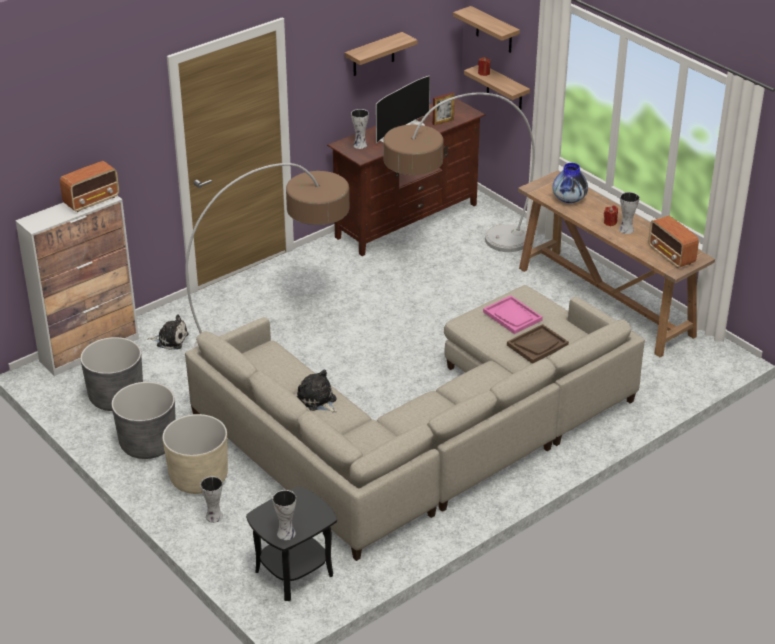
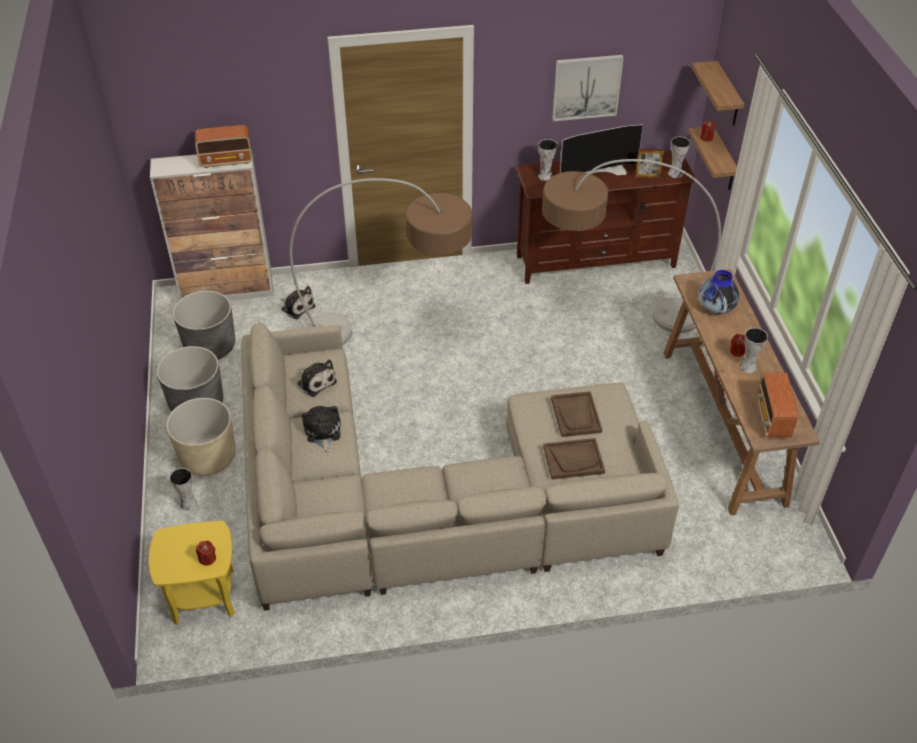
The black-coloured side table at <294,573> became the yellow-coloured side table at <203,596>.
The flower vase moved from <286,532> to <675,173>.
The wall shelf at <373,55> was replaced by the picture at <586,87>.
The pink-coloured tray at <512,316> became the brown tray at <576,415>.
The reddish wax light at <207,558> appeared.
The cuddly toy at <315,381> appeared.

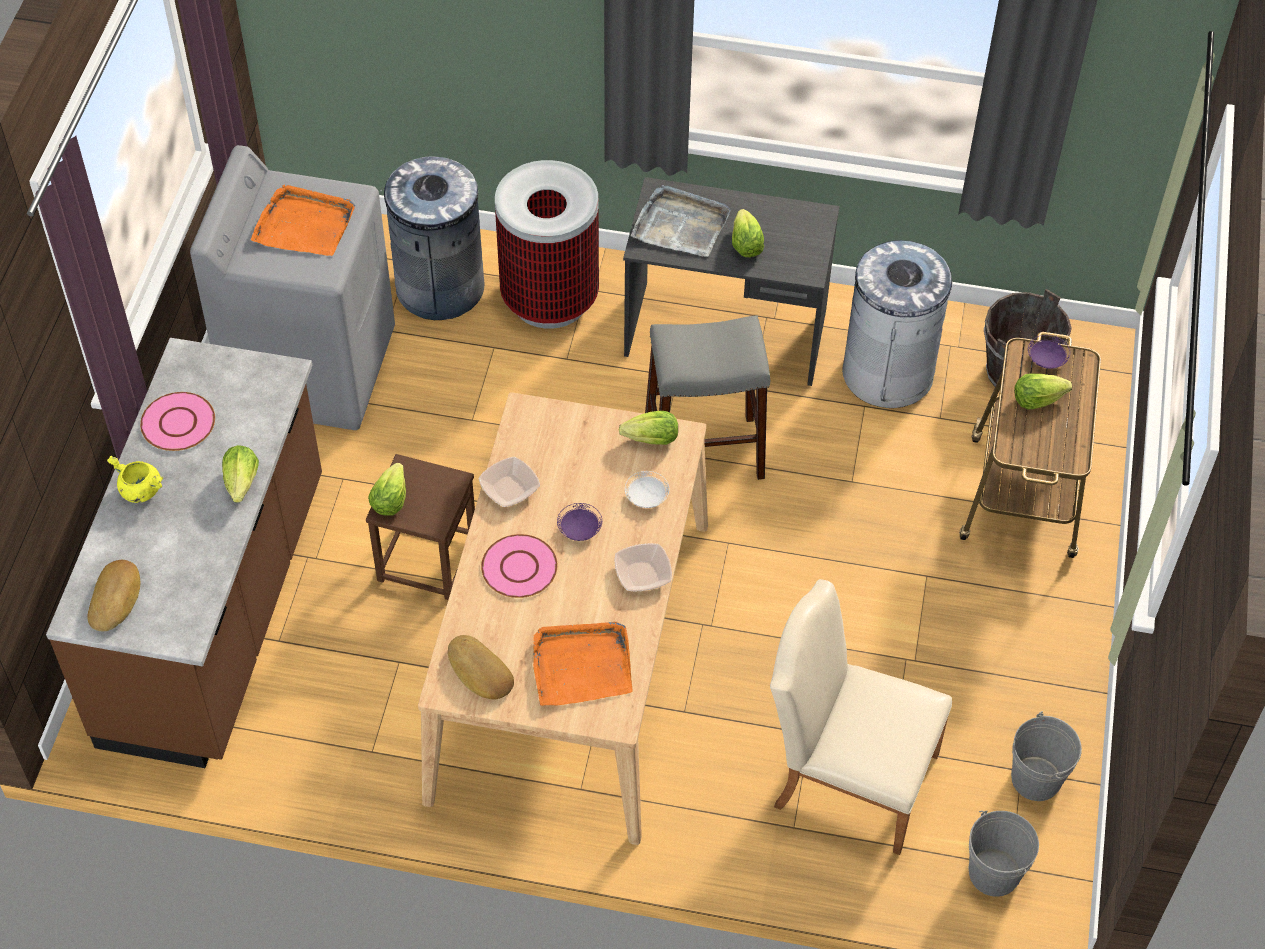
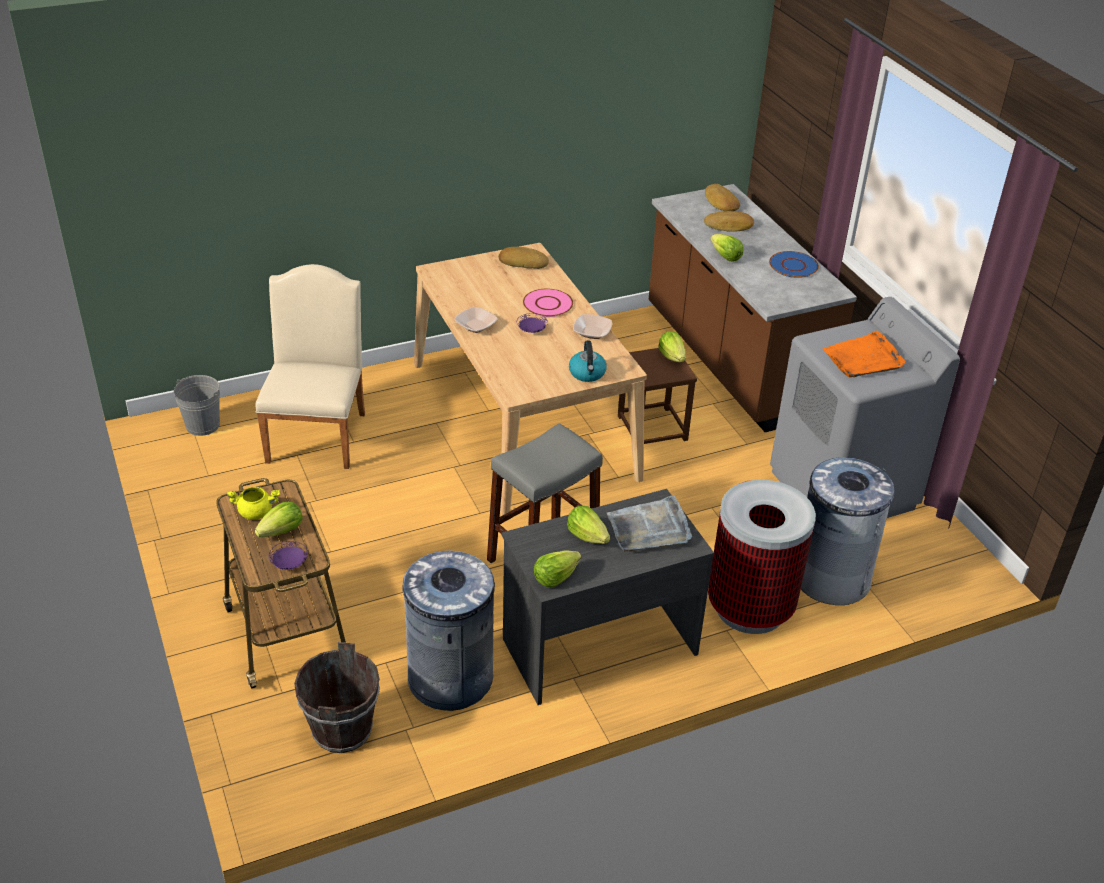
The yellow-coloured stockpot moved from <140,490> to <256,512>.
The pink-coloured plate at <177,423> became the blue plate at <793,265>.
The orange tray at <581,666> disappeared.
The head of lettuce moved from <652,439> to <555,577>.
The white-coloured plate at <646,497> disappeared.
The sand-coloured upright chair at <845,775> turned 75 degrees counterclockwise.
The grey water bucket at <1036,779> disappeared.
The kettle at <587,373> appeared.
The baked bread at <729,226> appeared.

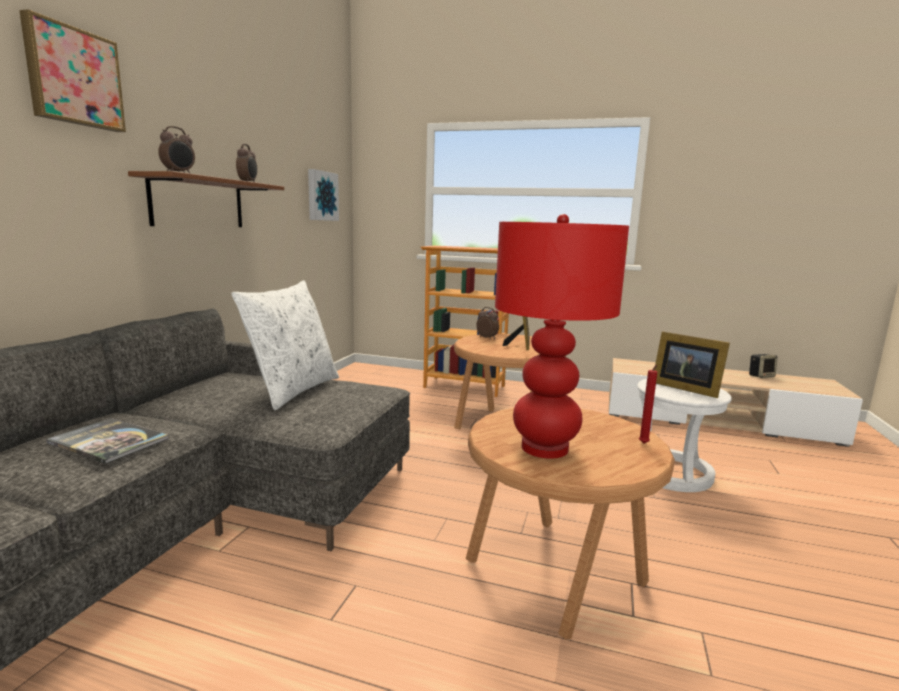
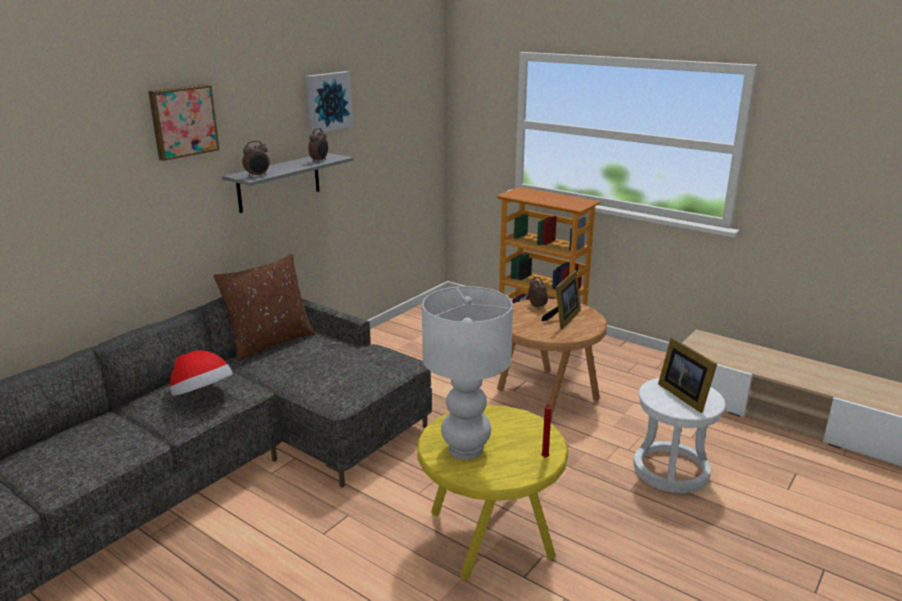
The book at <109,441> was replaced by the wearable hat at <202,395>.
The brown wall shelf at <198,203> became the grey wall shelf at <279,182>.
The white-coloured cushion at <293,390> disappeared.
The picture moved from <321,196> to <327,101>.
The brown side table at <556,575> became the yellow-coloured side table at <490,537>.
The reddish table lamp at <545,448> became the white-coloured table lamp at <466,450>.
The audio speaker at <761,376> disappeared.
The brown cushion at <270,342> appeared.

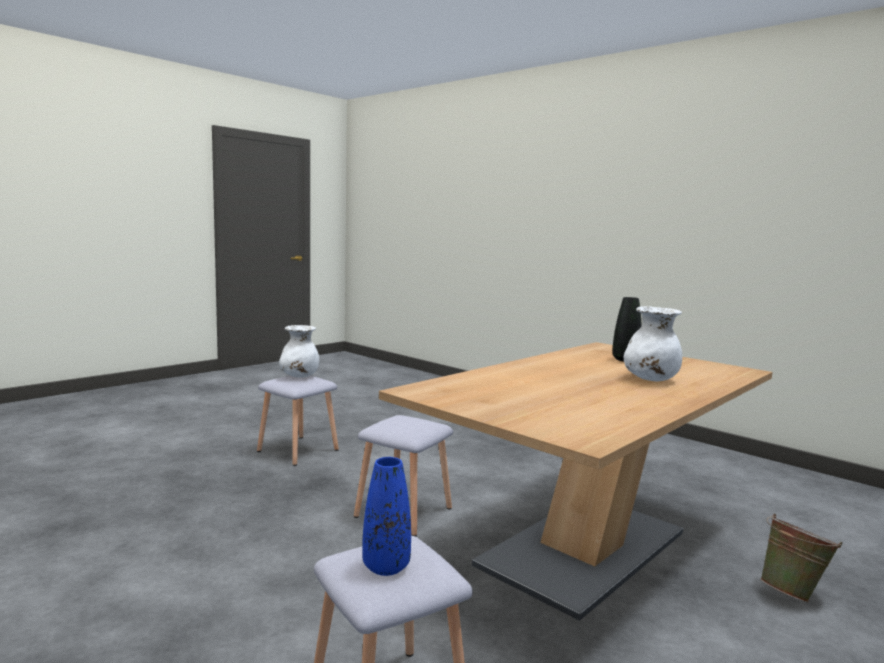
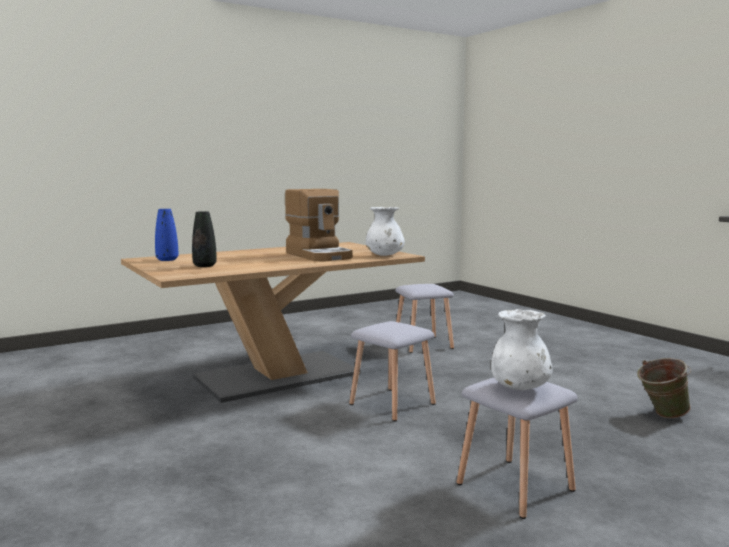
The blue flower vase moved from <386,567> to <167,260>.
The white-coloured flower vase moved from <650,380> to <385,255>.
The green-coloured water bucket moved from <793,593> to <661,415>.
The coffee machine at <320,255> appeared.

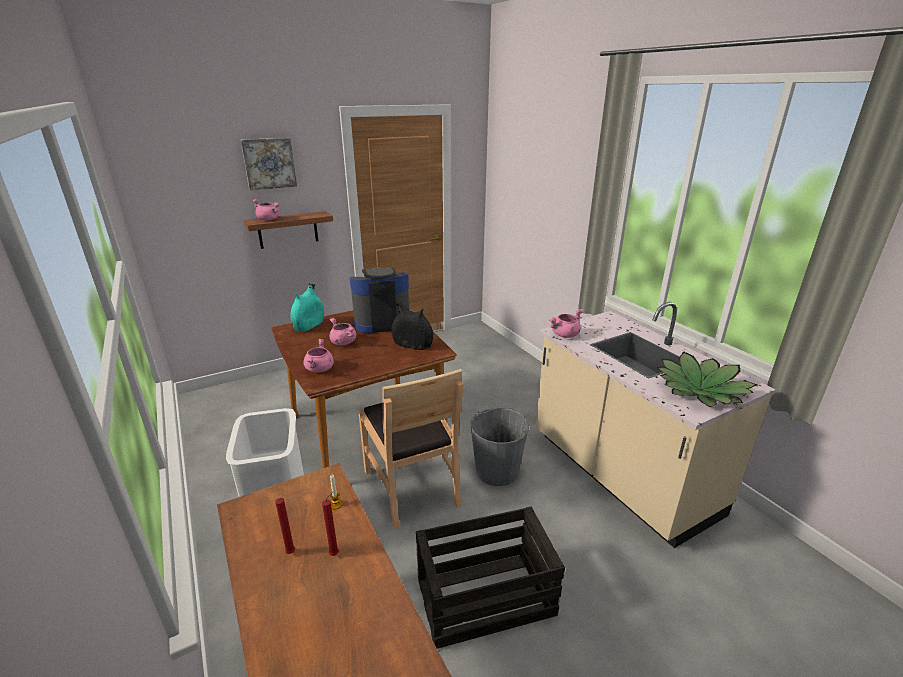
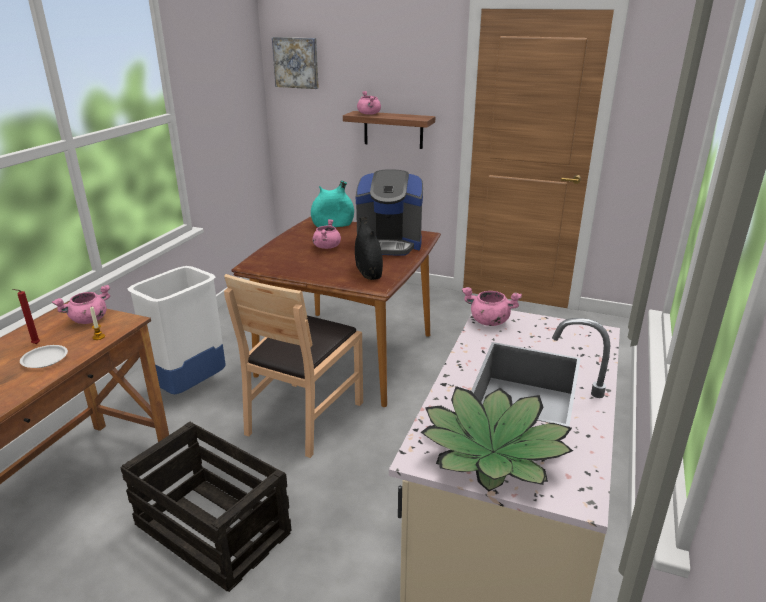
The picture moved from <269,163> to <296,62>.
The pink-coloured stockpot moved from <320,369> to <88,320>.
The reddish wax light at <335,553> was replaced by the white-coloured plate at <45,359>.
The coffee machine at <381,322> turned 150 degrees clockwise.
The grey water bucket at <497,470> disappeared.

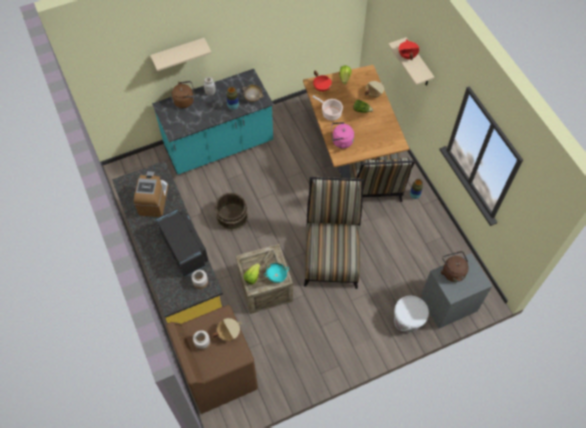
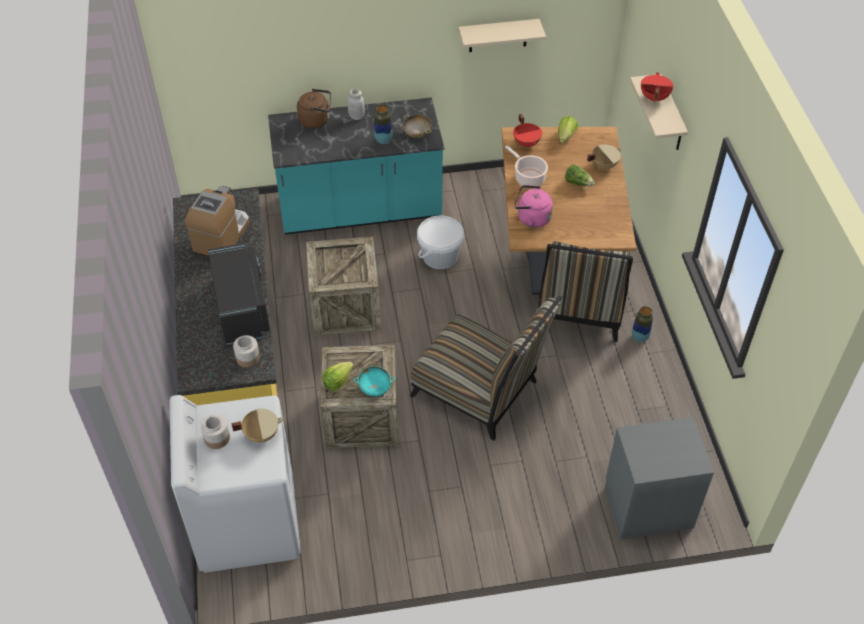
The sand-coloured wall shelf moved from <178,53> to <498,35>.
The brown washing machine at <218,375> became the white-coloured washing machine at <247,523>.
The brown water bucket at <231,216> was replaced by the shipping crate at <345,307>.
The upright chair at <331,254> turned 105 degrees clockwise.
The white-coloured water bucket moved from <408,320> to <440,256>.
The brown kettle at <452,271> disappeared.

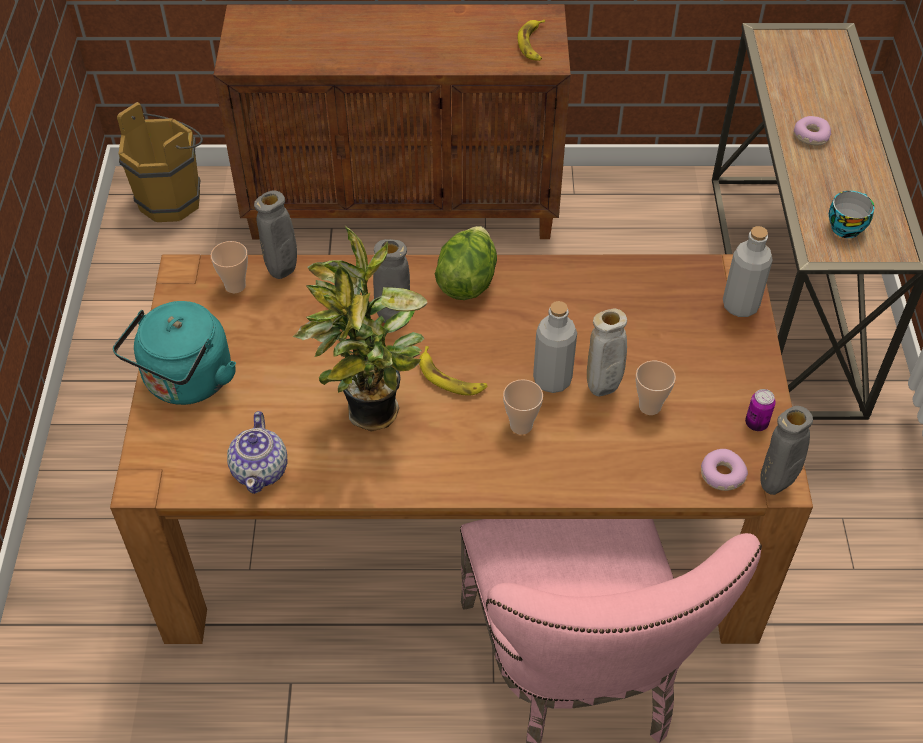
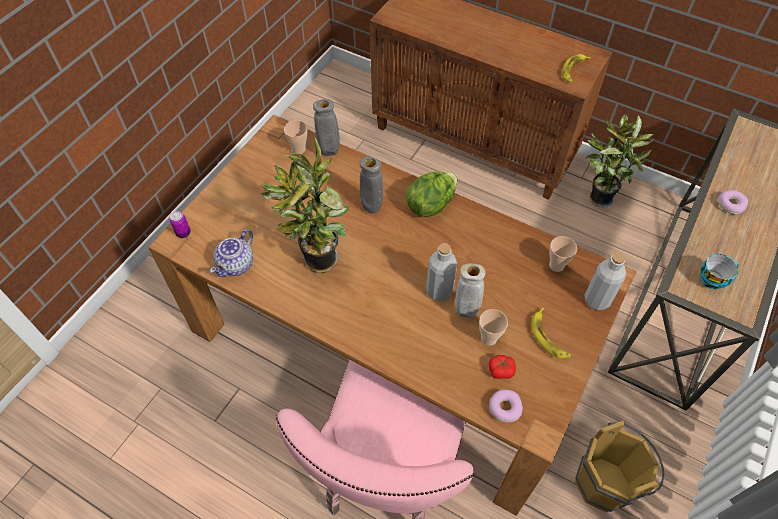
The turquoise-coloured kettle at <186,382> disappeared.
The brown water bucket moved from <174,198> to <607,482>.
The banana fruit moved from <450,377> to <548,337>.
The drinking cup moved from <521,425> to <556,265>.
The can moved from <756,423> to <183,233>.
The grey flower vase at <774,487> disappeared.
The tomato at <501,370> appeared.
The plant in a pot at <598,196> appeared.

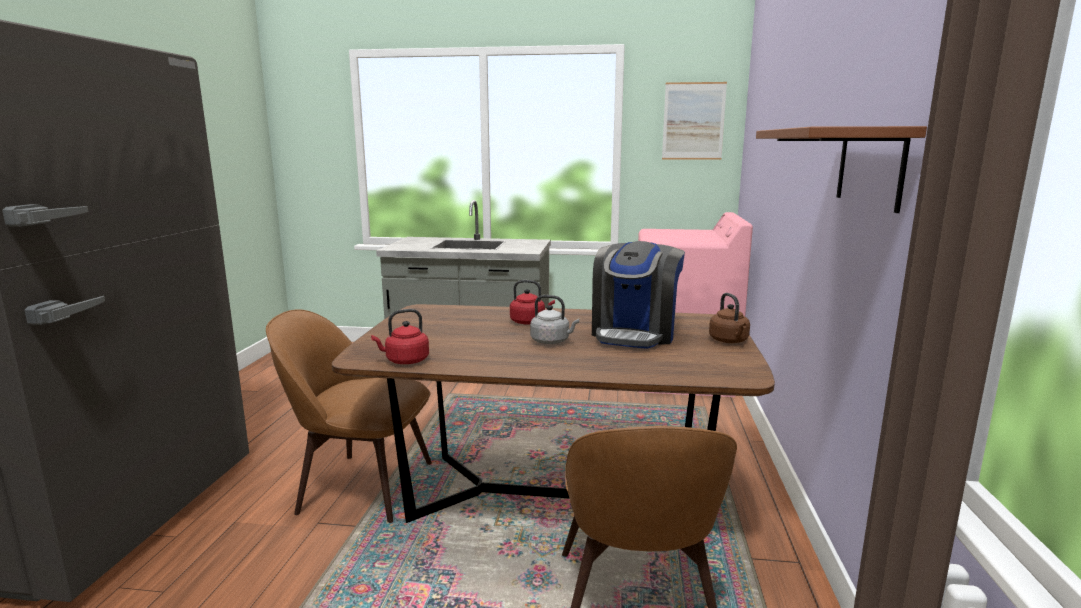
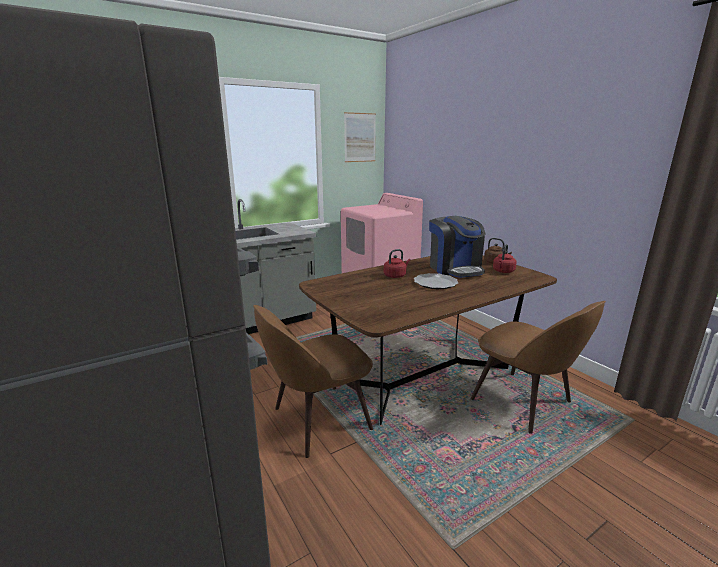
The reddish kettle moved from <405,361> to <503,271>.
The grey kettle at <552,341> was replaced by the plate at <435,283>.
The brown wall shelf at <870,167> disappeared.

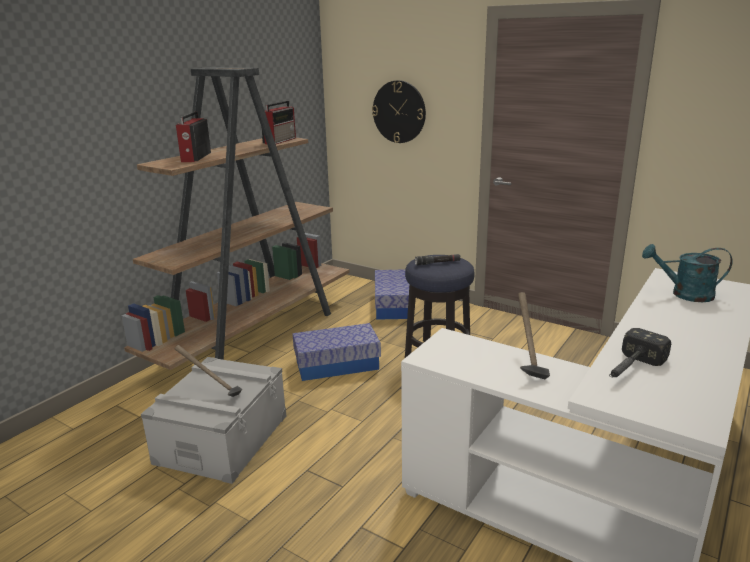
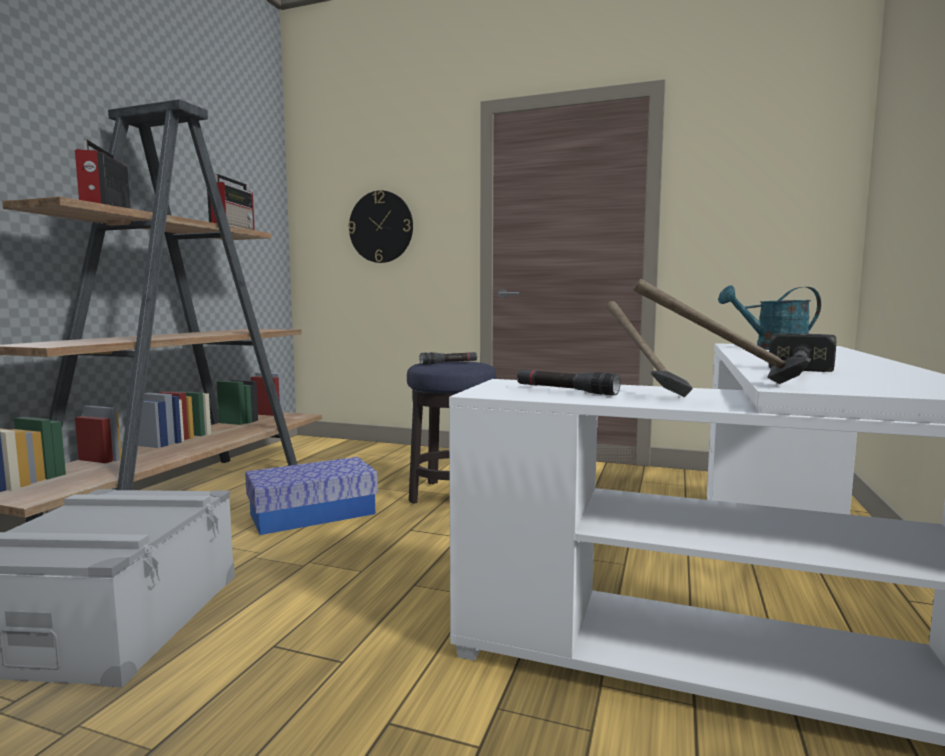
The hand hammer moved from <212,393> to <722,385>.
The storage bin at <393,305> disappeared.
The black-coloured flashlight at <565,390> appeared.

